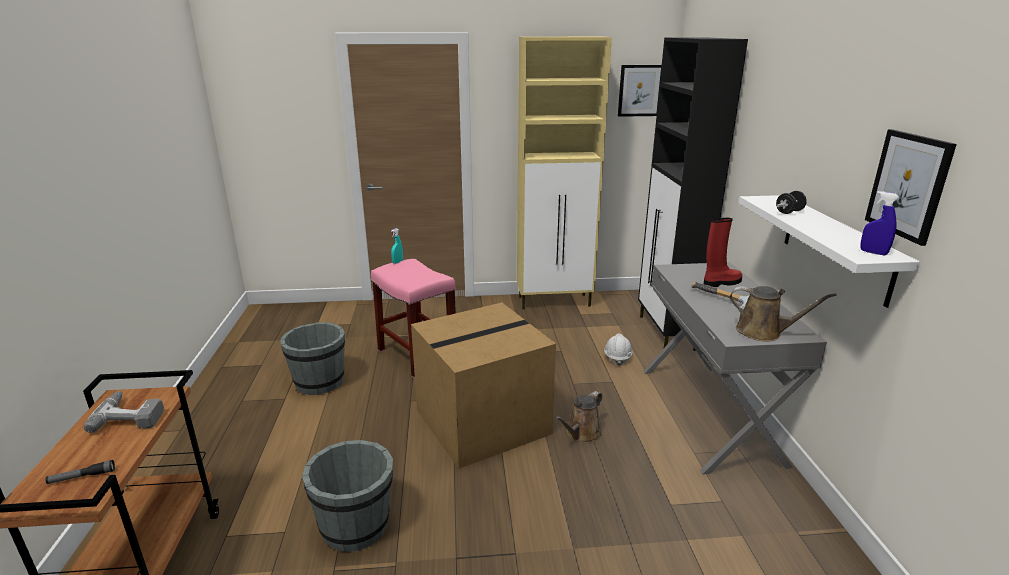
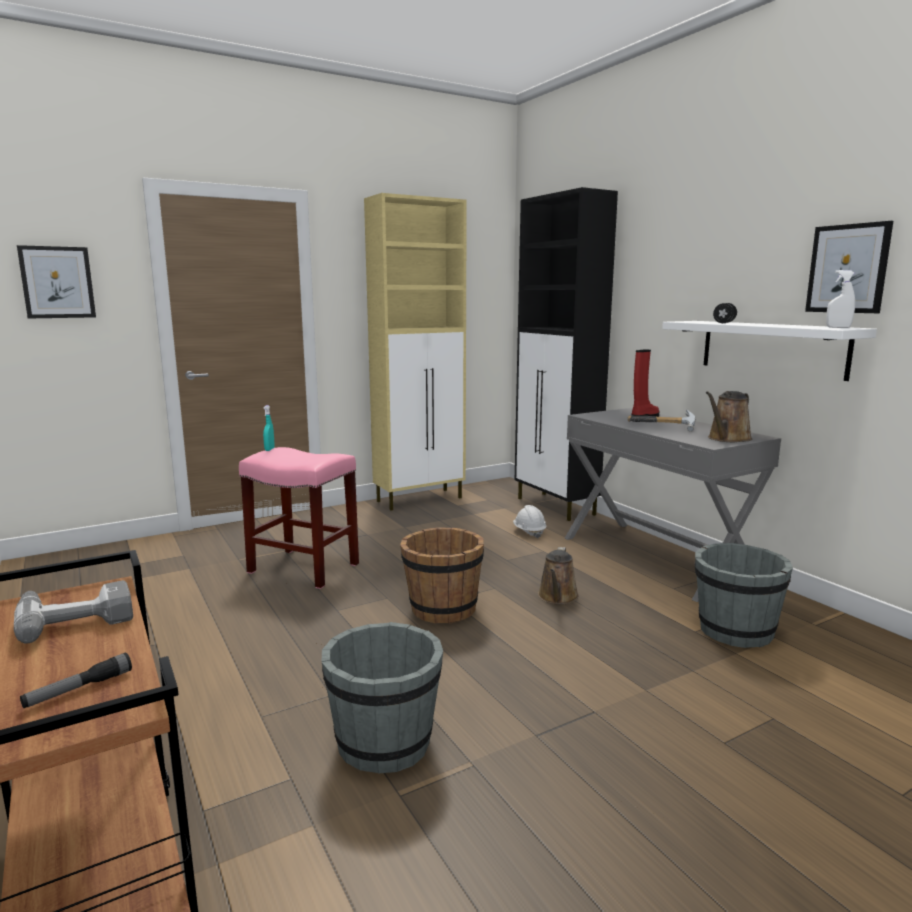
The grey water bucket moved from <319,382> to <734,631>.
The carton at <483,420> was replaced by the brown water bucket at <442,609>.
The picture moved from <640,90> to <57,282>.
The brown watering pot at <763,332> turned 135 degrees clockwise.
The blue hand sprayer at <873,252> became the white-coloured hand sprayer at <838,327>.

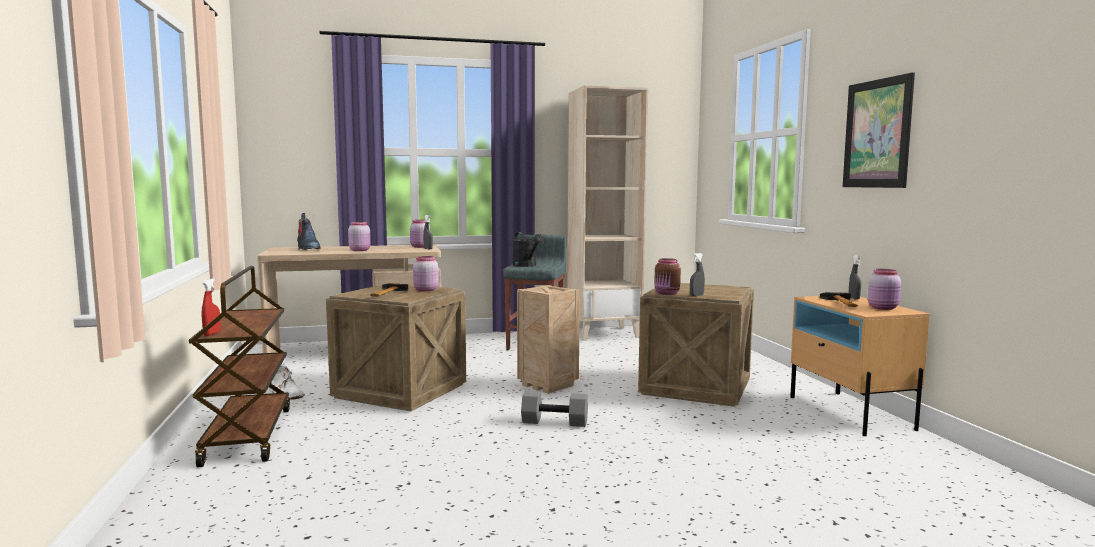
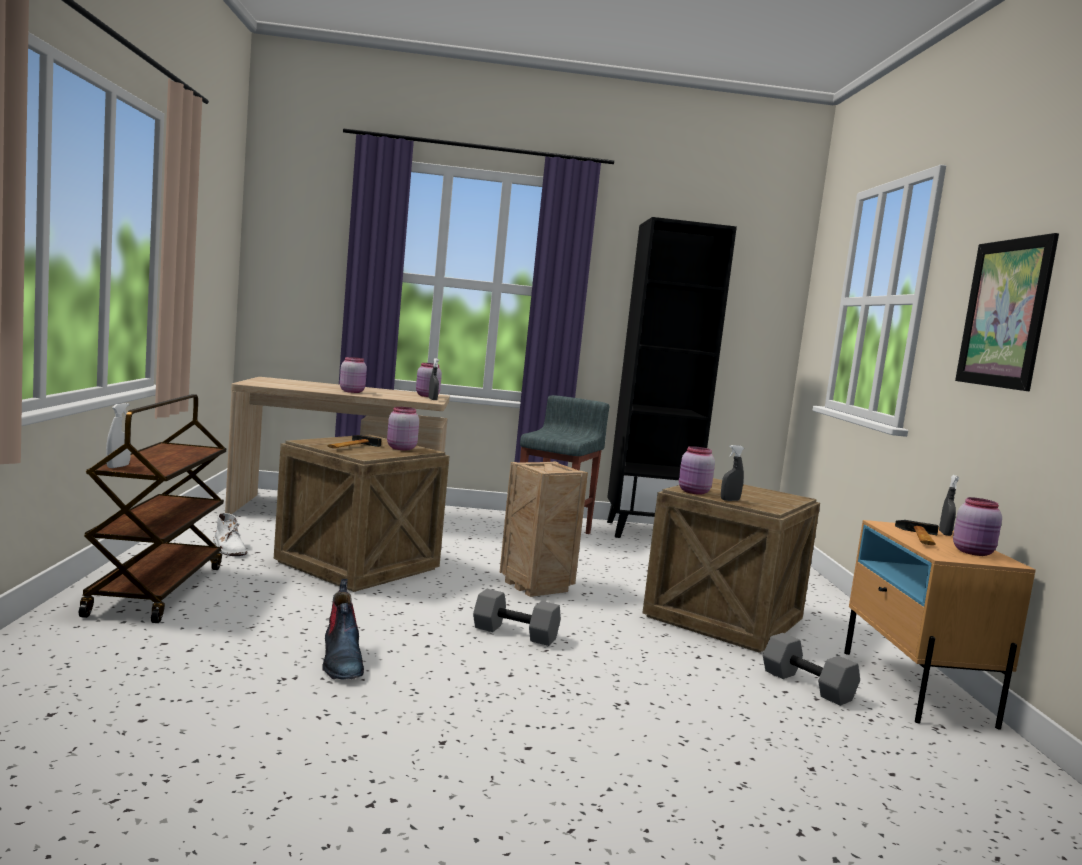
The reddish hand sprayer at <212,333> became the white-coloured hand sprayer at <118,466>.
The boot moved from <307,249> to <341,661>.
The black-coloured watering pot at <527,265> disappeared.
The sand-coloured bookcase at <604,333> became the black-coloured bookcase at <648,532>.
The brown storage jar at <667,293> became the pink-coloured storage jar at <694,492>.
The grey hand weight at <805,685> appeared.

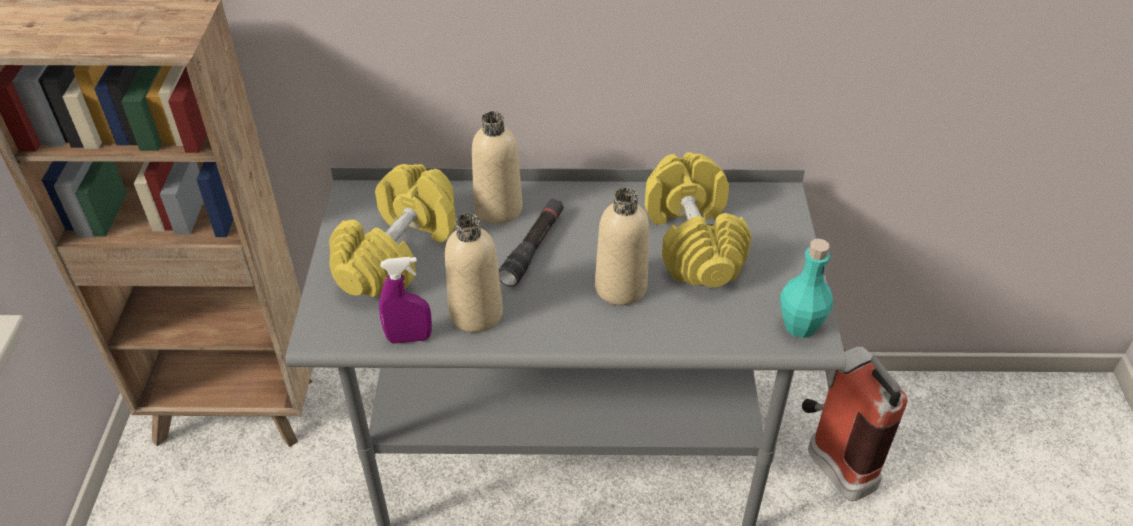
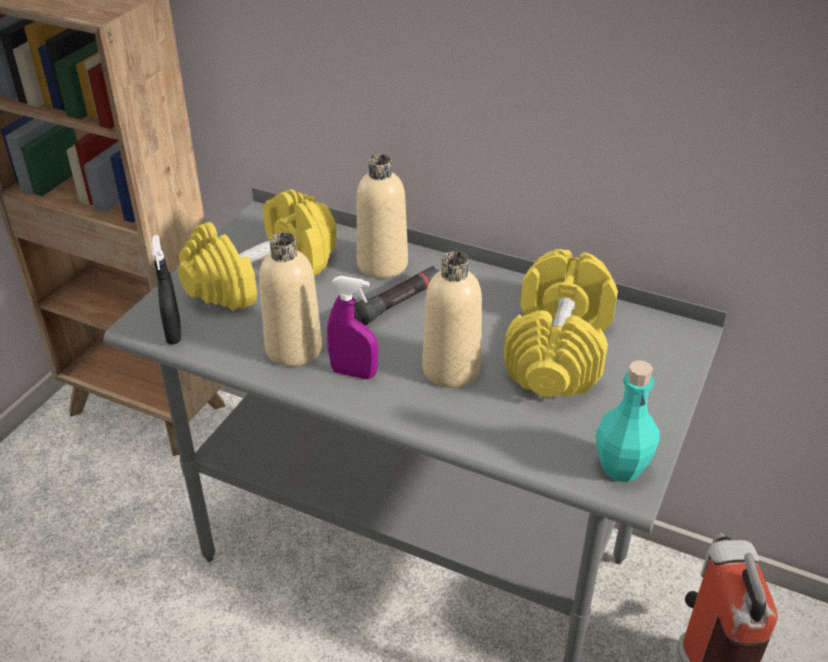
The purple-coloured hand sprayer moved from <409,338> to <353,373>.
The black-coloured hand sprayer at <173,333> appeared.

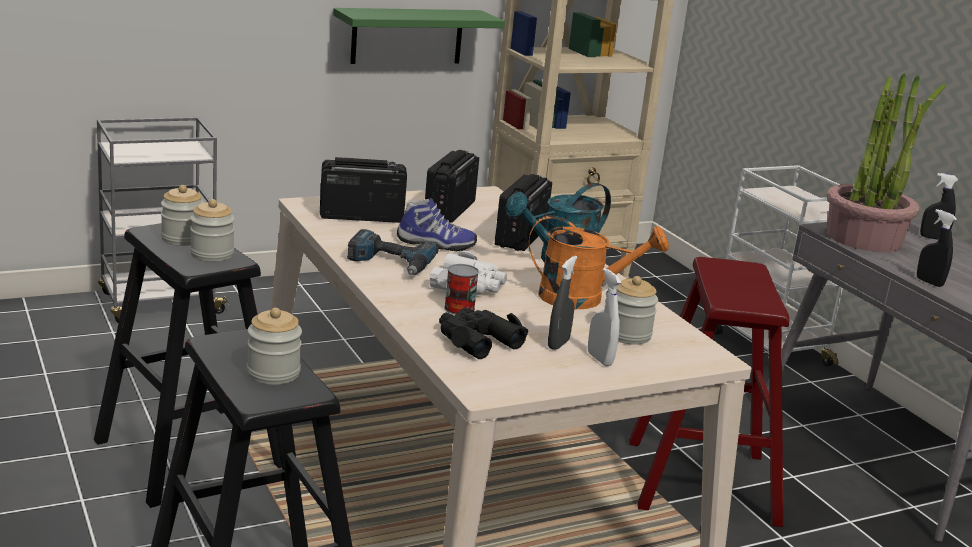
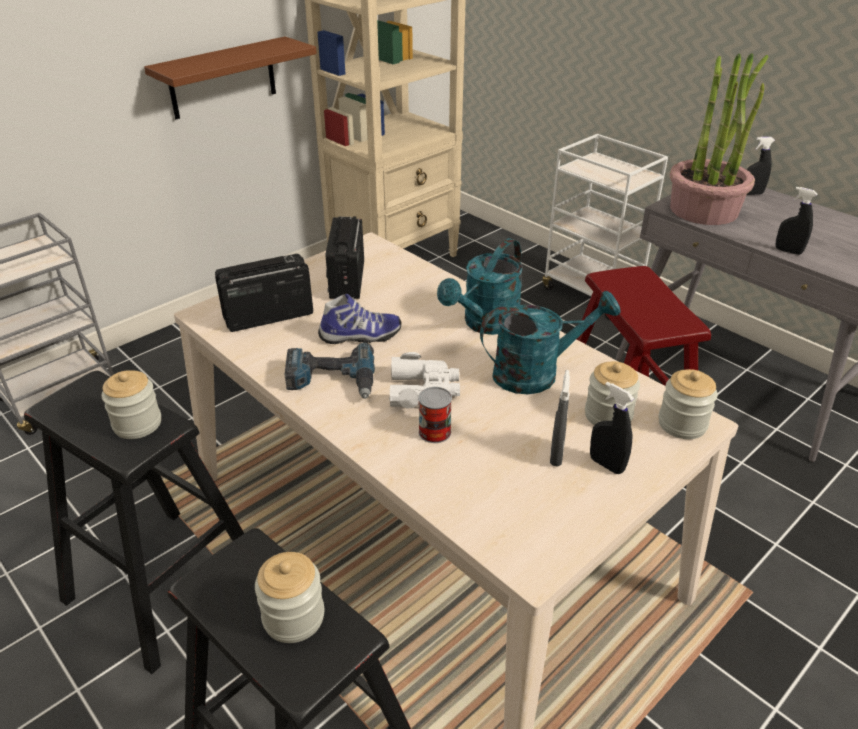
The storage jar moved from <182,239> to <682,424>.
The green-coloured wall shelf at <407,36> became the brown wall shelf at <222,78>.
The black-coloured binoculars at <476,340> disappeared.
The radio at <520,237> disappeared.
The orange watering pot at <583,298> became the turquoise-coloured watering pot at <537,373>.
The white-coloured hand sprayer at <600,359> became the black-coloured hand sprayer at <606,465>.

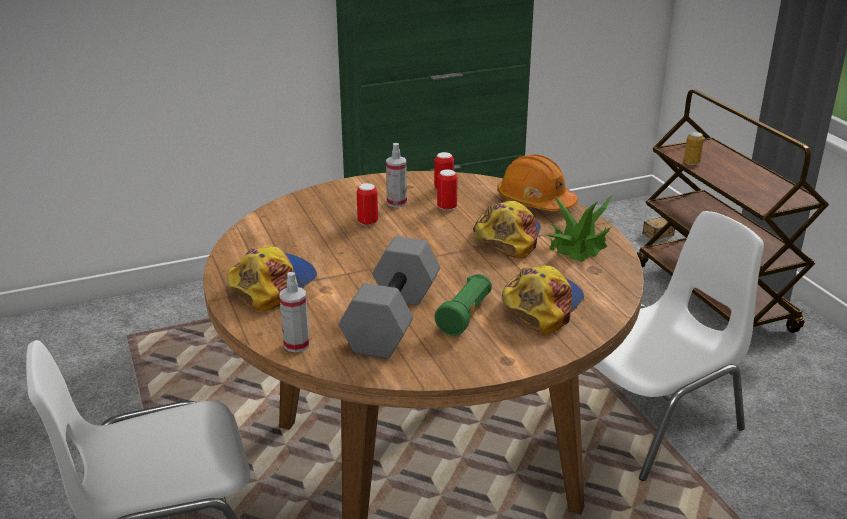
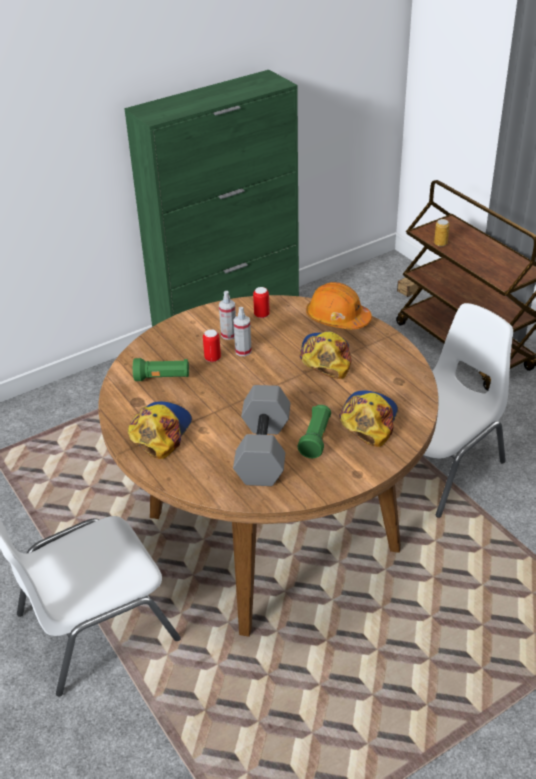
The hand sprayer moved from <296,345> to <243,351>.
The can at <447,207> disappeared.
The plant in a pot at <579,246> disappeared.
The green-coloured flashlight at <162,378> appeared.

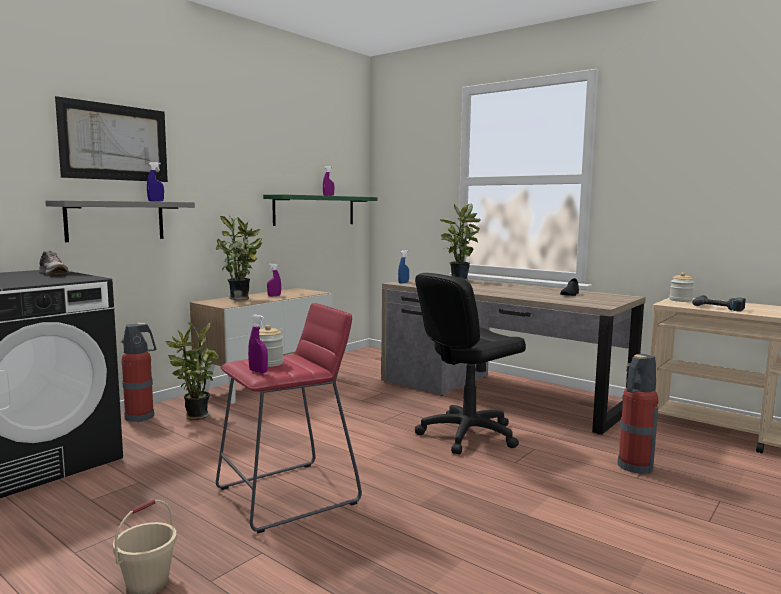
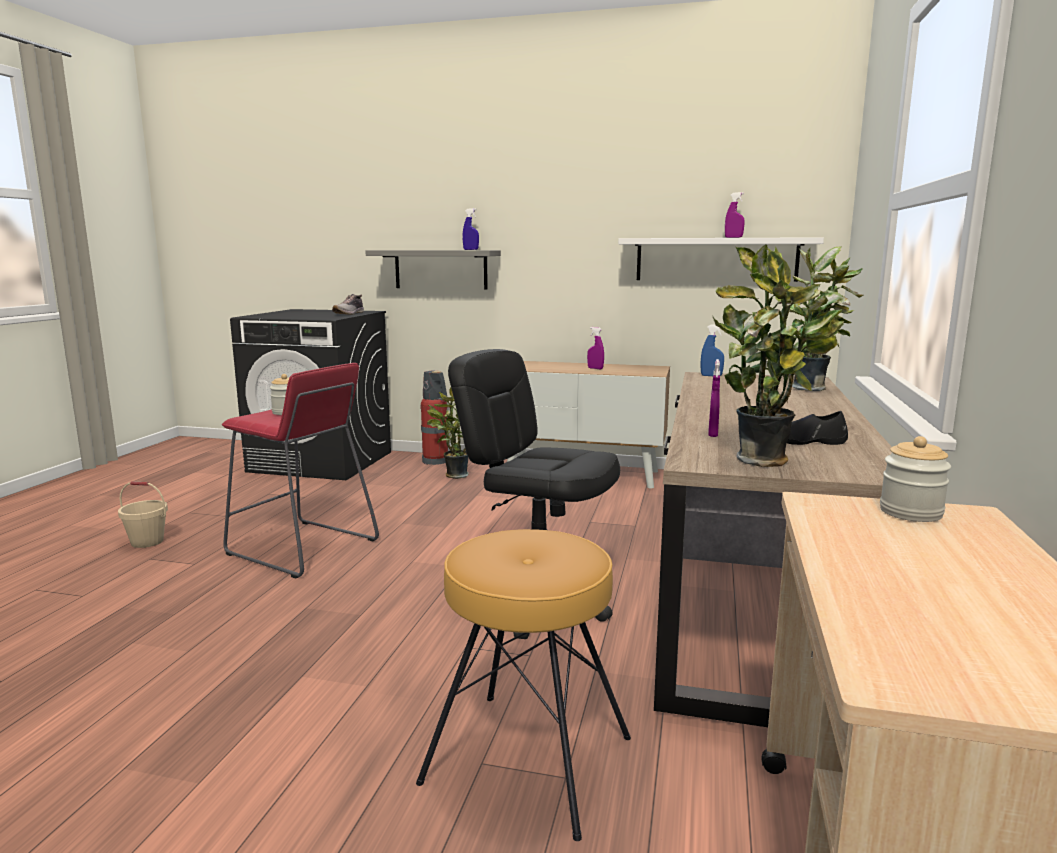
The picture at <115,142> disappeared.
The plant in a pot moved from <241,299> to <766,462>.
The purple-coloured hand sprayer moved from <258,371> to <713,434>.
The green-coloured wall shelf at <315,210> became the white-coloured wall shelf at <716,259>.
The extinguisher at <634,467> was replaced by the brown stool seat at <528,758>.
The power drill at <718,307> disappeared.

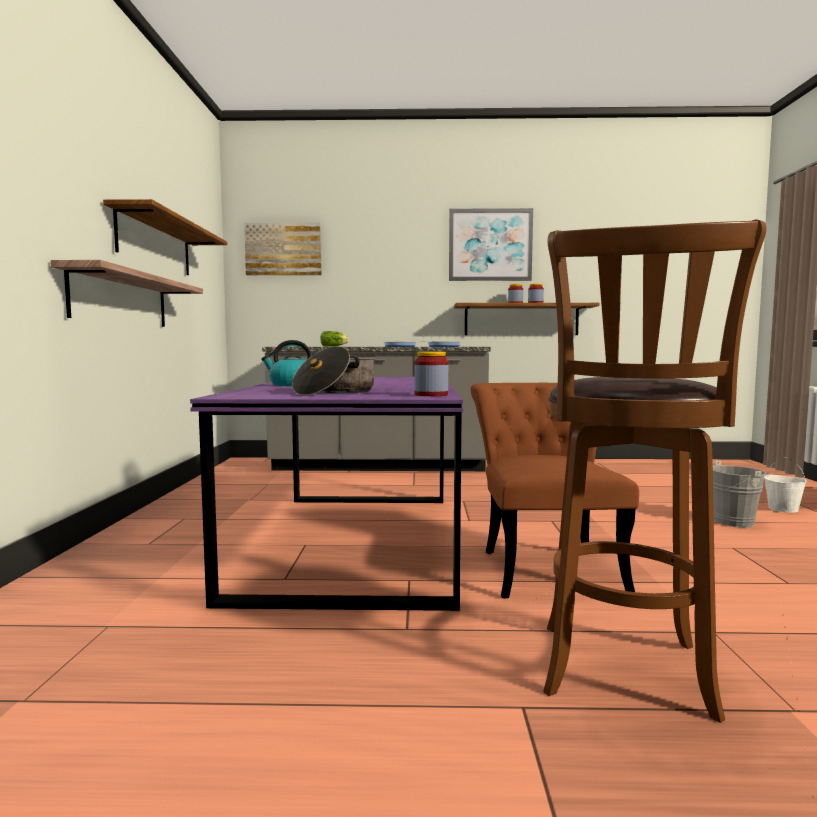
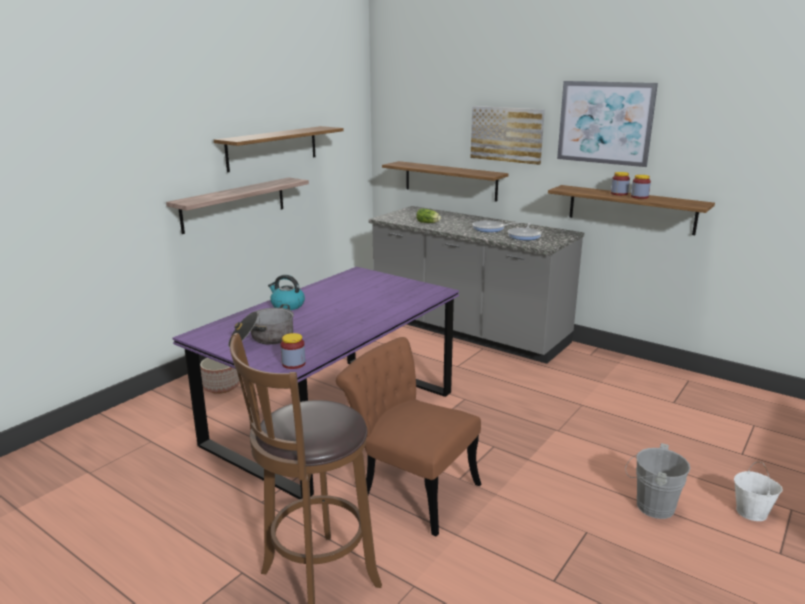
The picture moved from <283,249> to <507,134>.
The brown upright chair at <546,566> turned 90 degrees counterclockwise.
The plant pot at <221,386> appeared.
The wall shelf at <450,181> appeared.

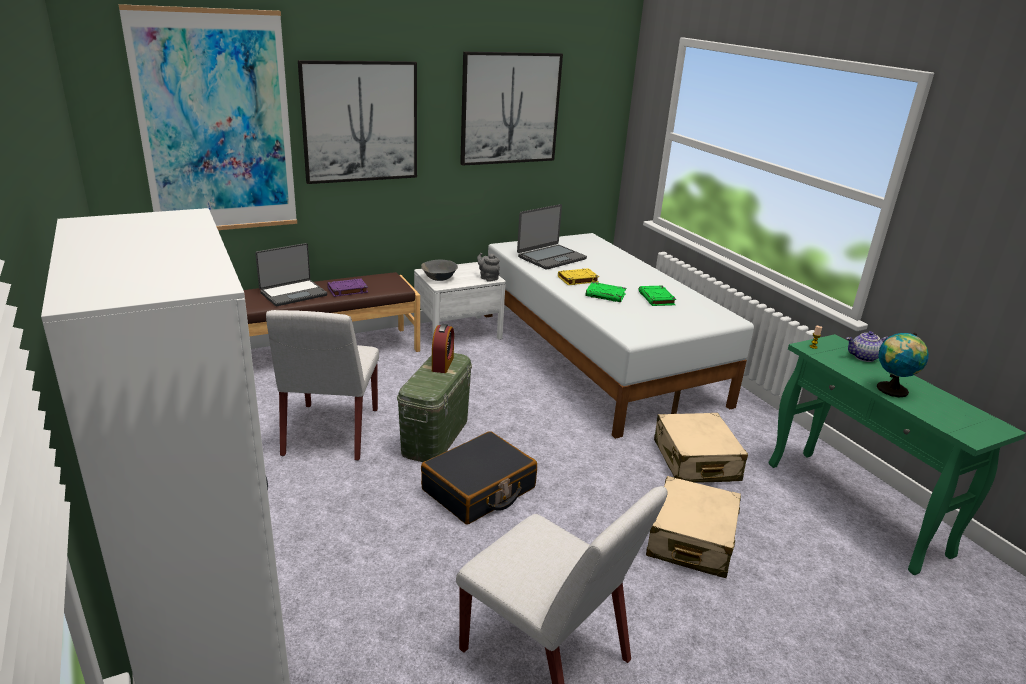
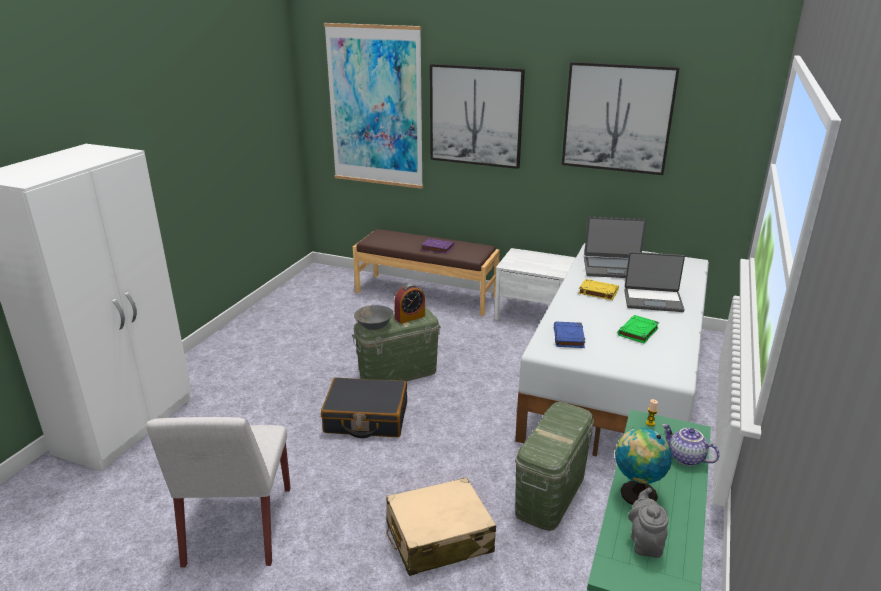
The portable computer moved from <293,293> to <653,300>.
The white-coloured upright chair at <331,432> disappeared.
The grey bowl moved from <439,278> to <374,325>.
The grey tea pot moved from <488,278> to <645,542>.
The green-coloured book at <606,295> disappeared.
The sand-coloured piece of luggage at <695,461> was replaced by the green-coloured storage bin at <551,494>.
The blue book at <569,338> appeared.

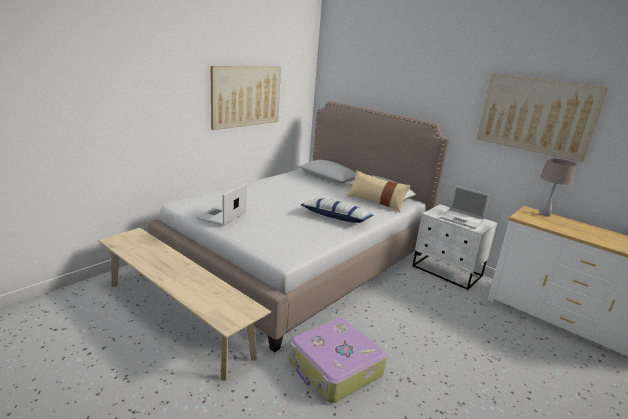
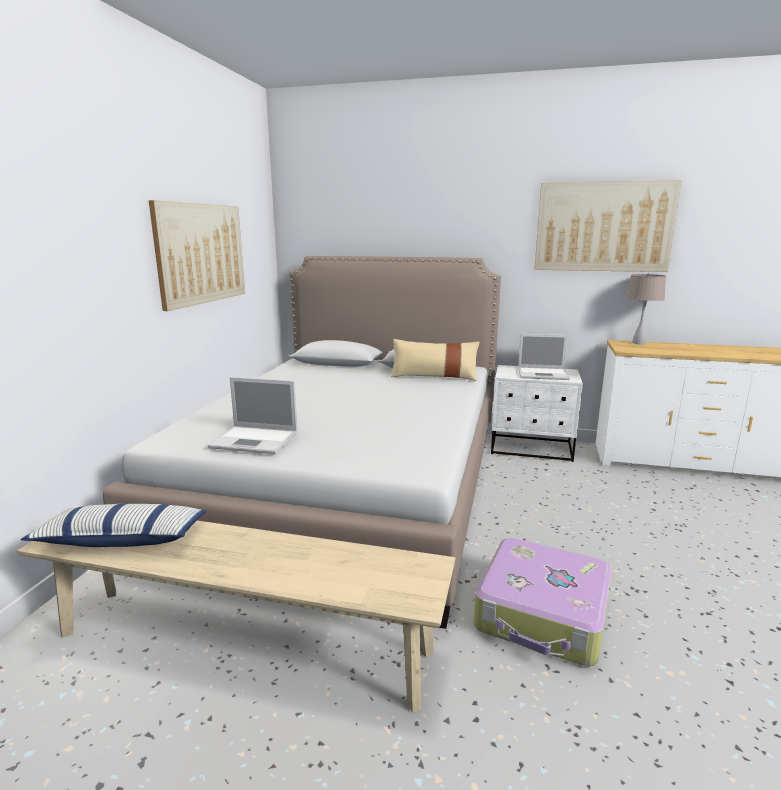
The portable computer at <221,216> turned 75 degrees counterclockwise.
The cushion moved from <336,217> to <123,540>.

